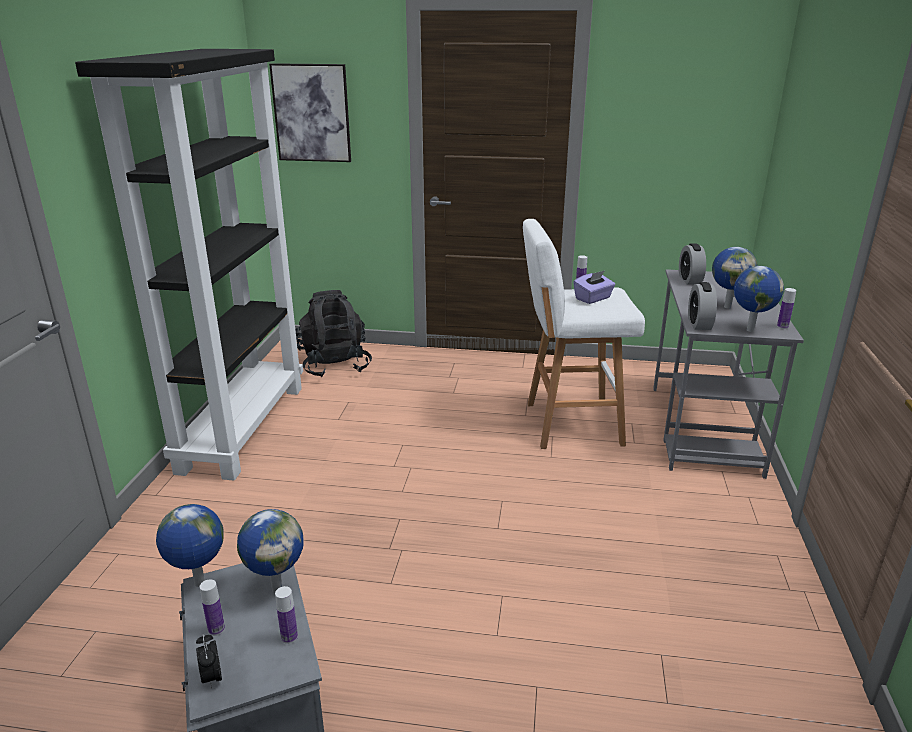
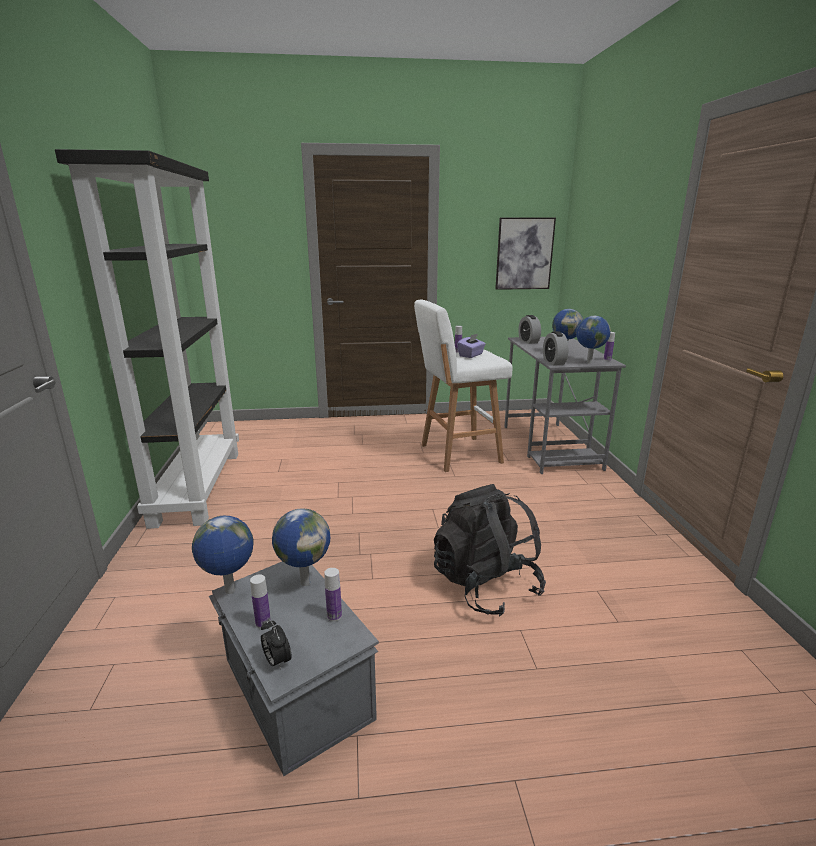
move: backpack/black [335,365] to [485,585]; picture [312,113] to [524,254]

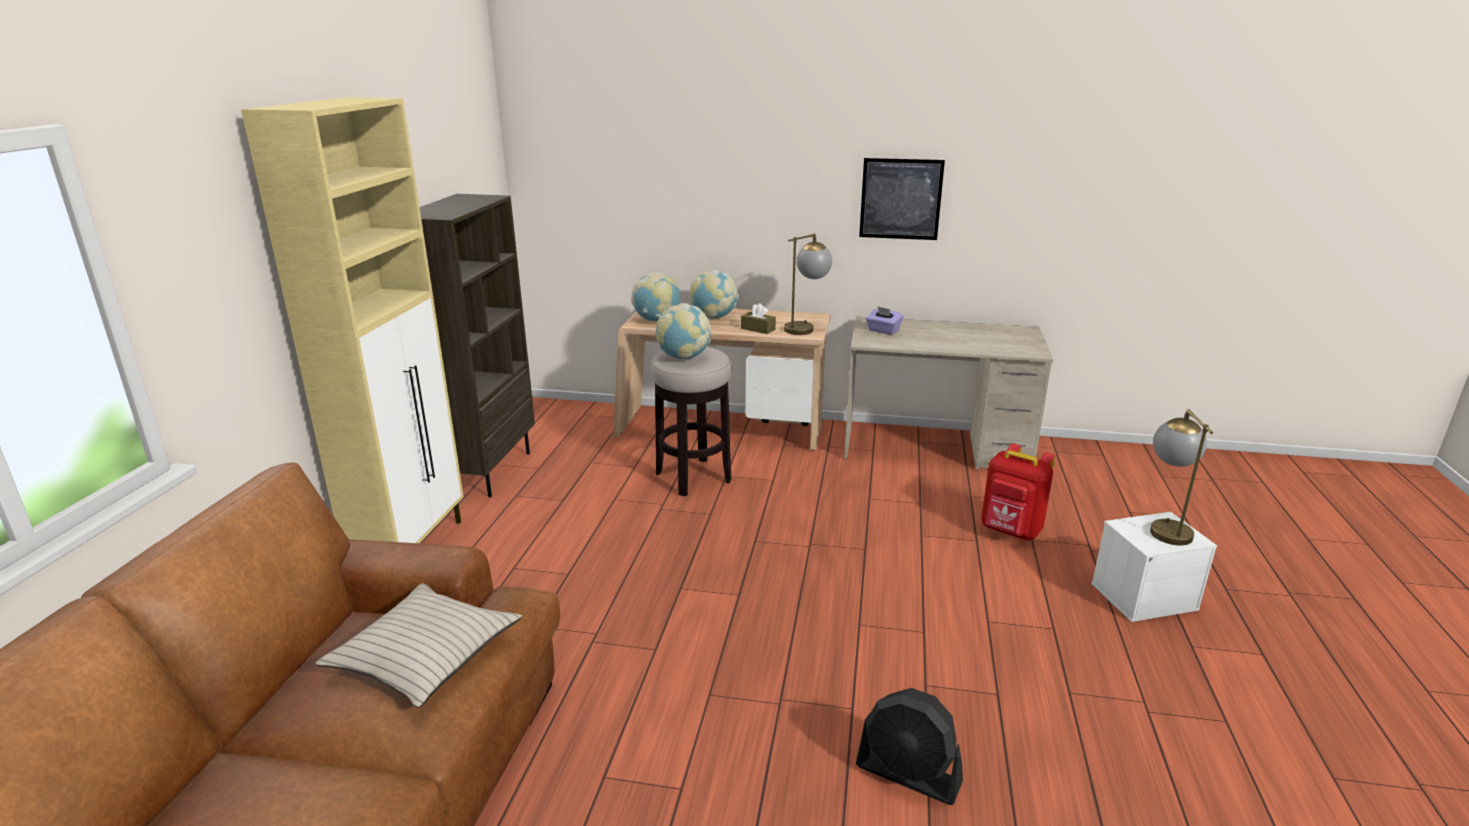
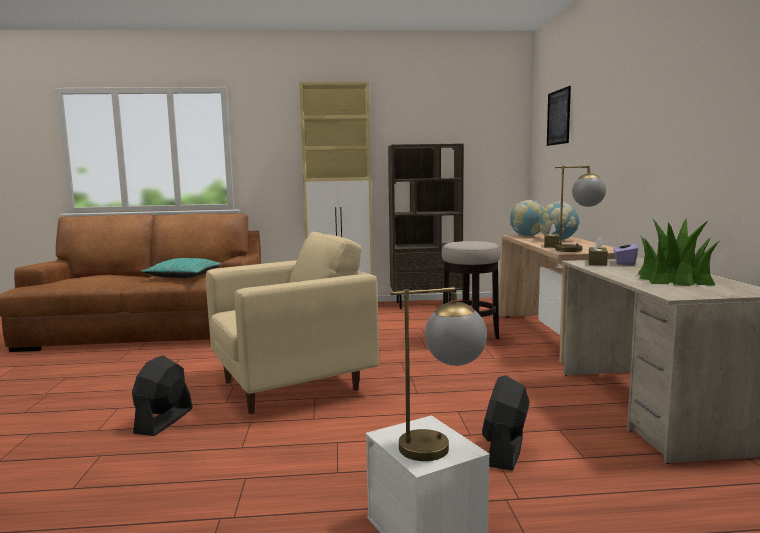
delete: globe [684,357]
insert: armchair/beige [291,386]; tissue box/brown [597,262]; potted plant [674,279]
move: picture [900,199] to [558,117]
replace: backpack/red [1010,531] to fan/black [505,451]
recolor: pillow/beige [424,656] to pillow/turquoise [184,276]

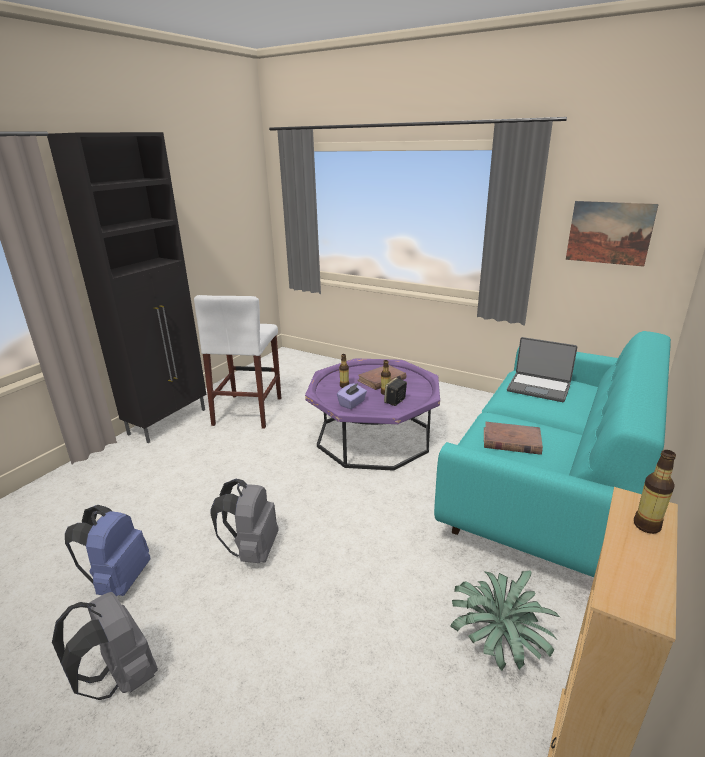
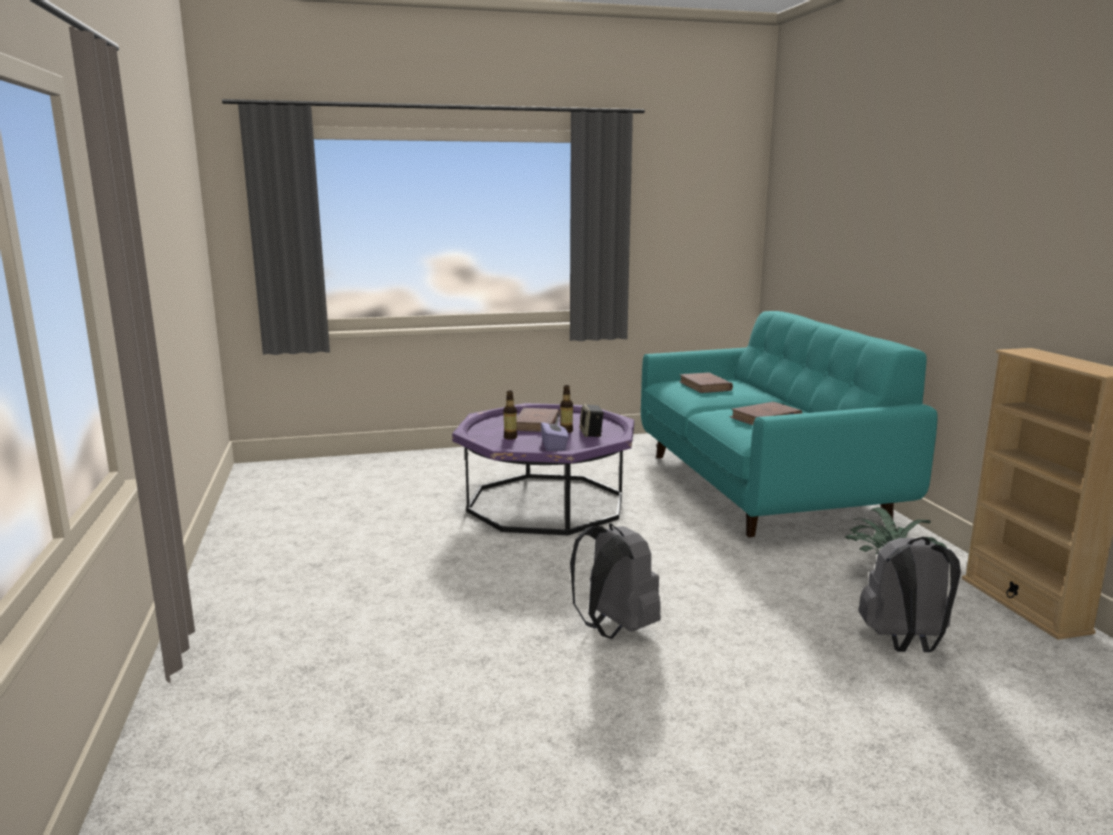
delete: cabinet/black [169,421]; backpack/blue [119,580]; stool/white [248,411]; picture [609,233]; bottle [646,525]
move: backpack/grey [120,677] to [905,642]
replace: laptop [539,388] to book/brown [705,386]

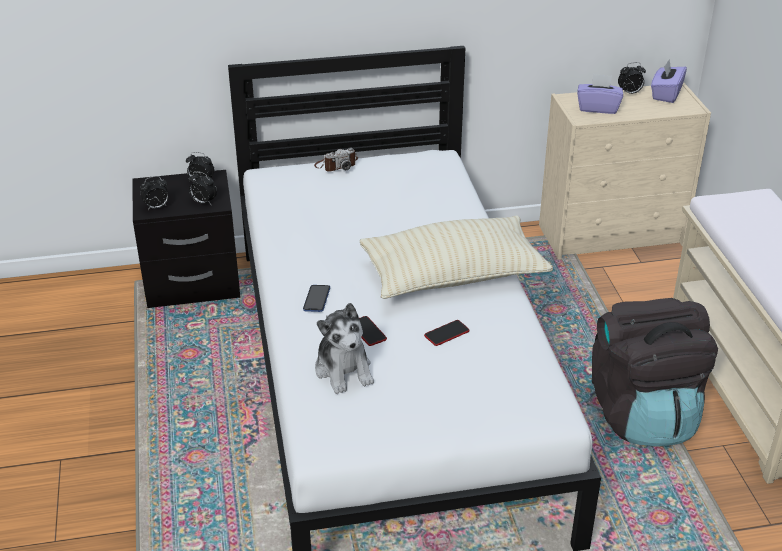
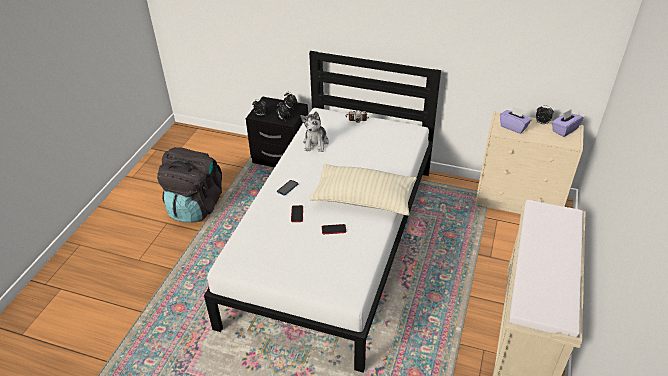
move: backpack/black [643,413] to [195,206]; plush toy [344,370] to [316,143]

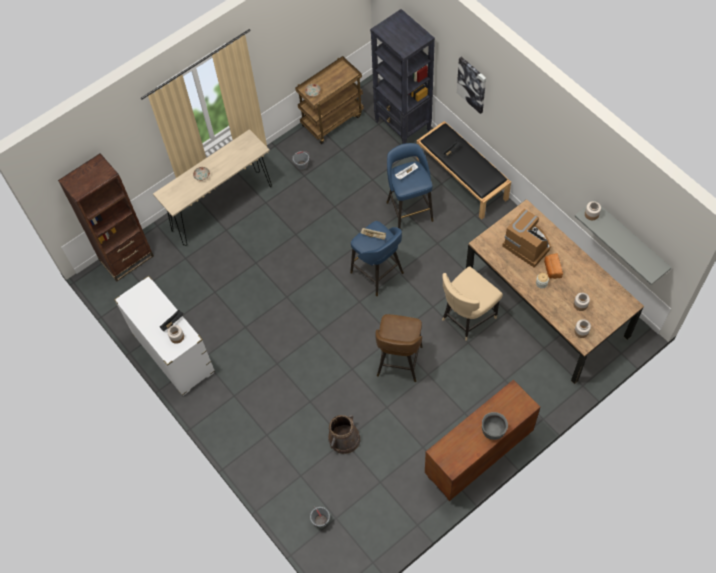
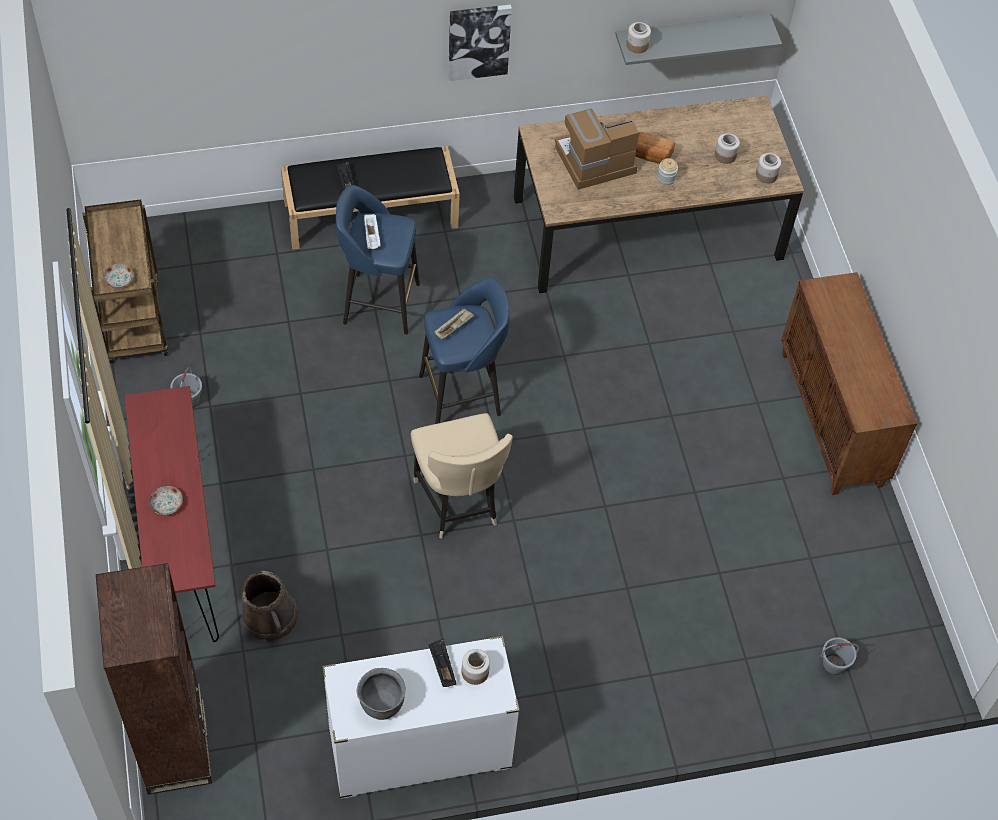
delete: bookcase/black [403,126]; stool/brown [399,363]
move: bucket/brown [344,439] to [269,617]; cooking pot/grey [493,431] to [381,704]; chair/beige [466,318] to [458,503]; picture [472,84] to [478,41]
recolor: console table/beige [222,208] to console table/red [183,551]

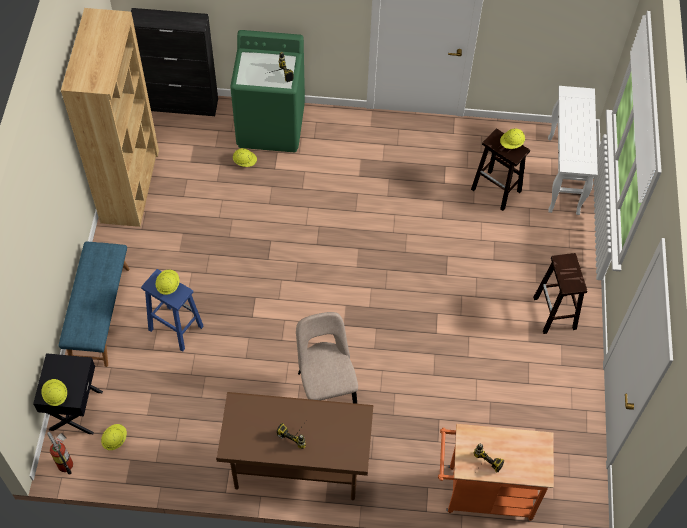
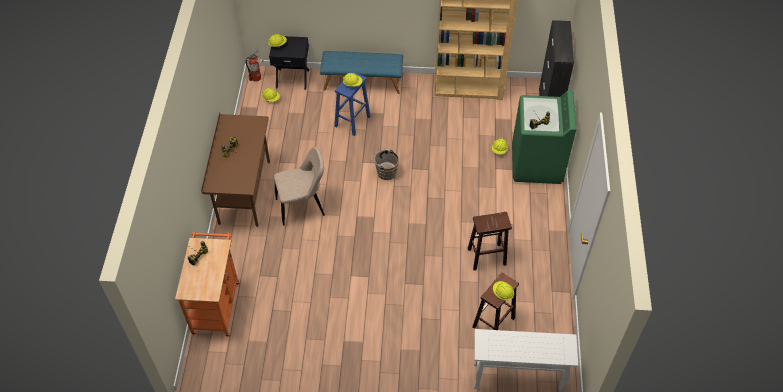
insert: bucket/brown [385,172]
move: stool/brown [555,314] to [486,257]

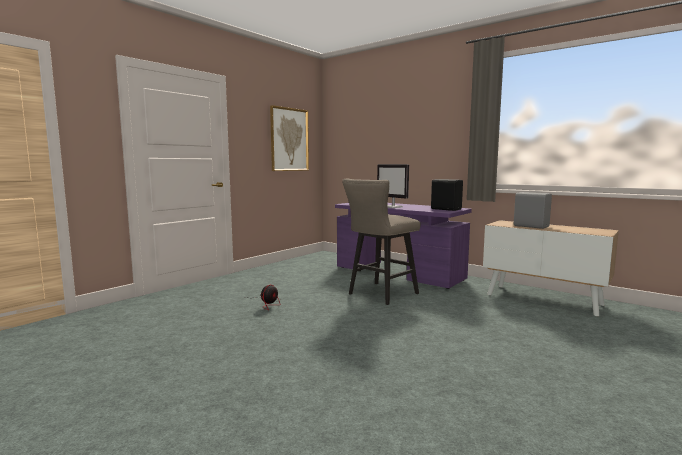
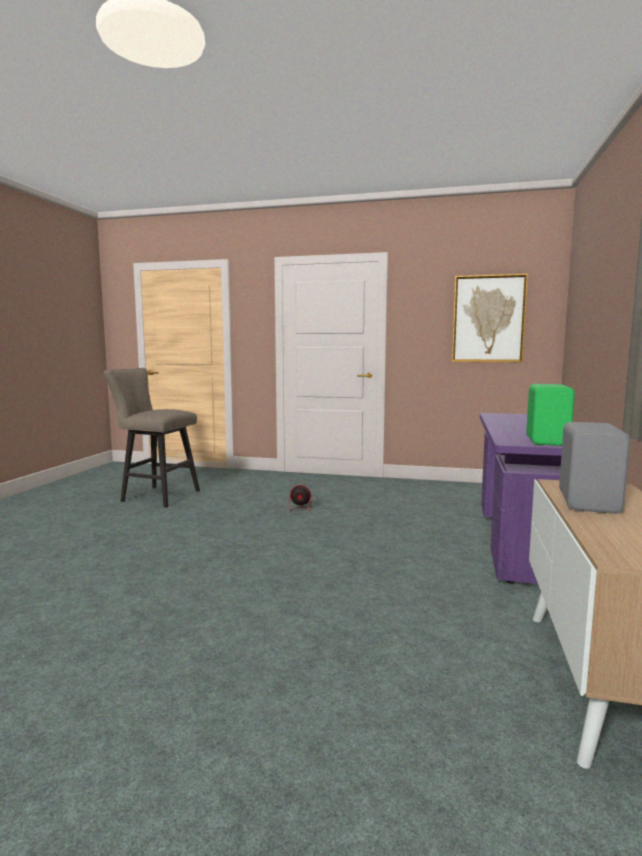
delete: monitor [393,207]
move: stool/beige [379,294] to [156,496]
recolor: speaker/black [446,209] to speaker/green [548,441]

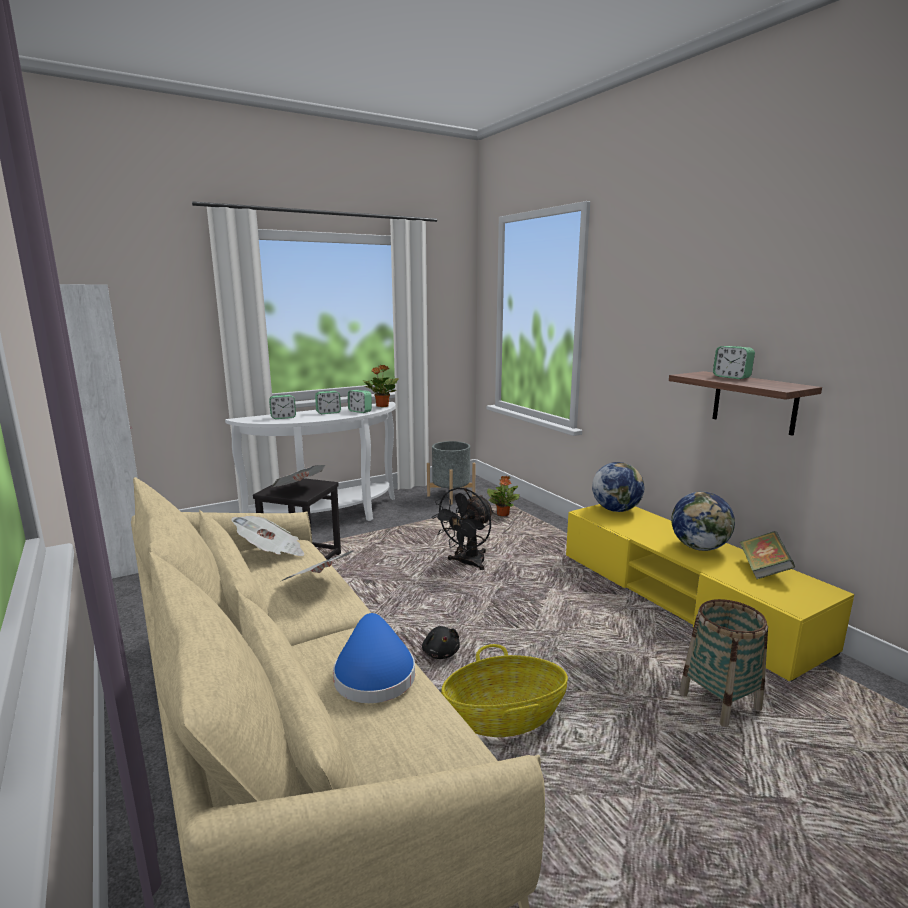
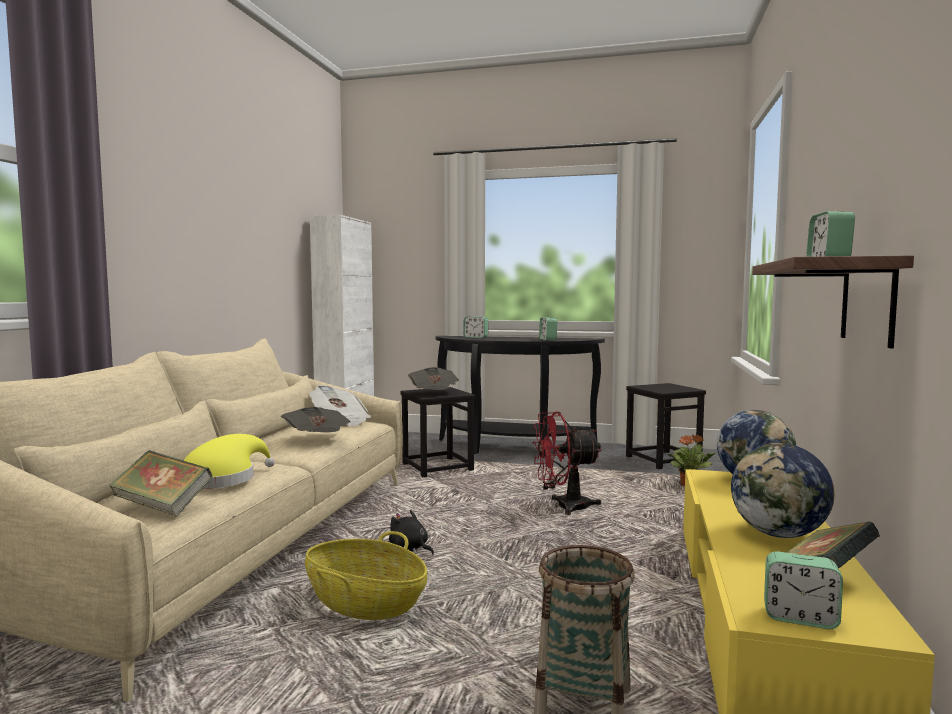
delete: potted plant [382,406]
insert: book [163,506]
move: alarm clock [328,412] to [800,618]
replace: planter/grey [451,496] to stool/black [662,459]
recolor: hat/blue [373,673] to hat/yellow [222,479]; console table/white [329,519] to console table/black [512,449]; fan/black [467,564] to fan/red [564,507]
rotate: plush toy/black [440,653] = [410,549] 105 degrees clockwise

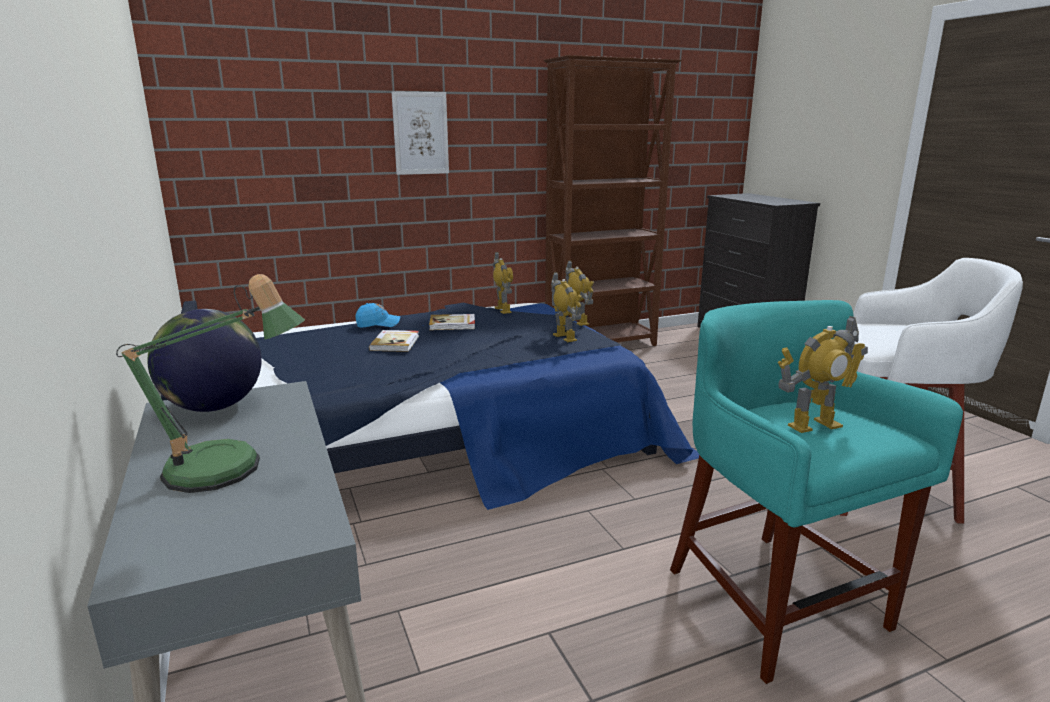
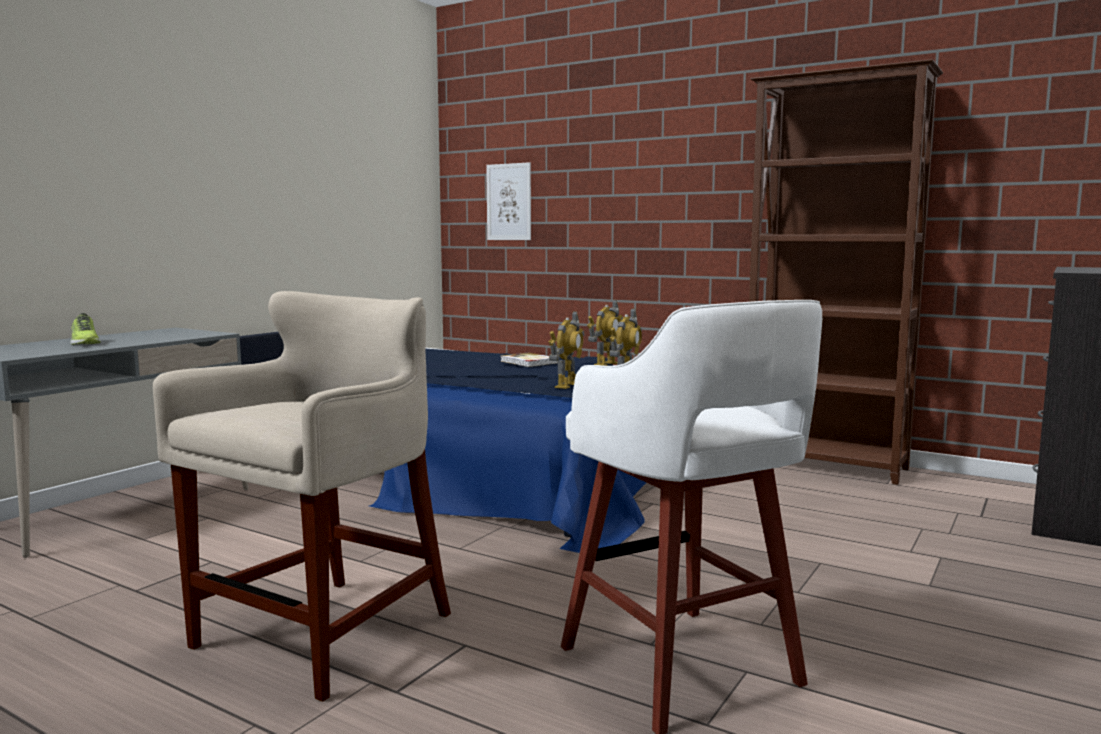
delete: globe [213,407]; cap/blue [378,324]; book [396,343]; toy robot [813,425]
move: picture [420,133] to [509,202]
replace: table lamp [227,471] to shoe [84,343]
recolor: stool/turquoise [773,602] to stool/beige [324,634]

